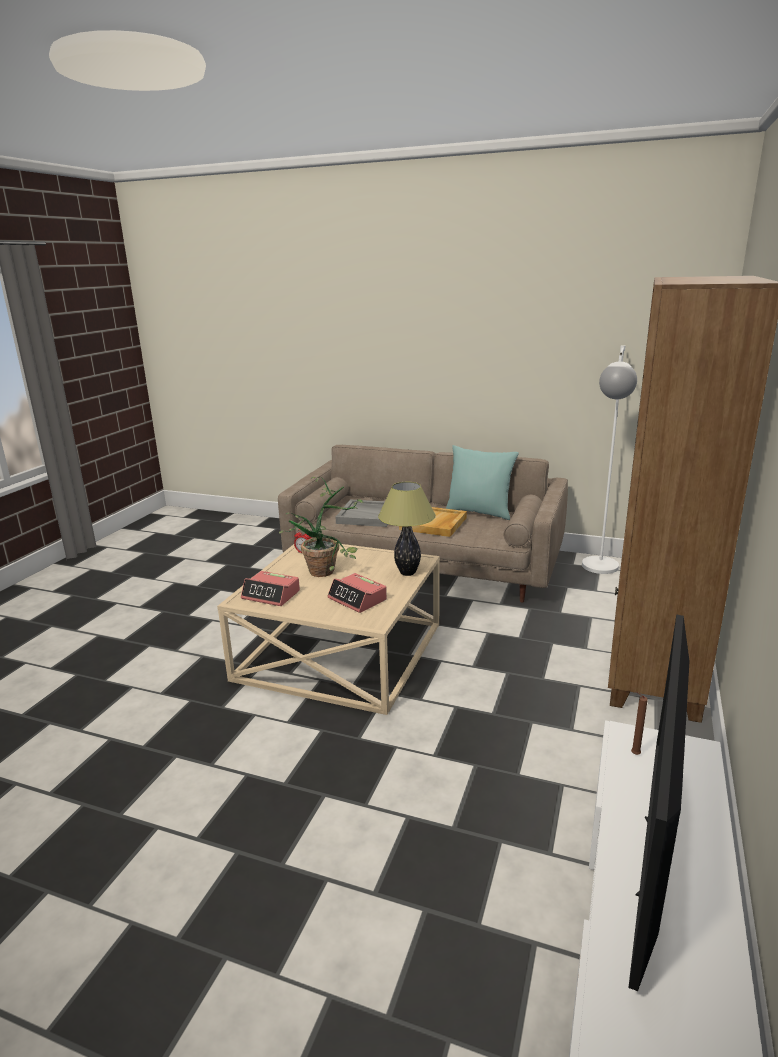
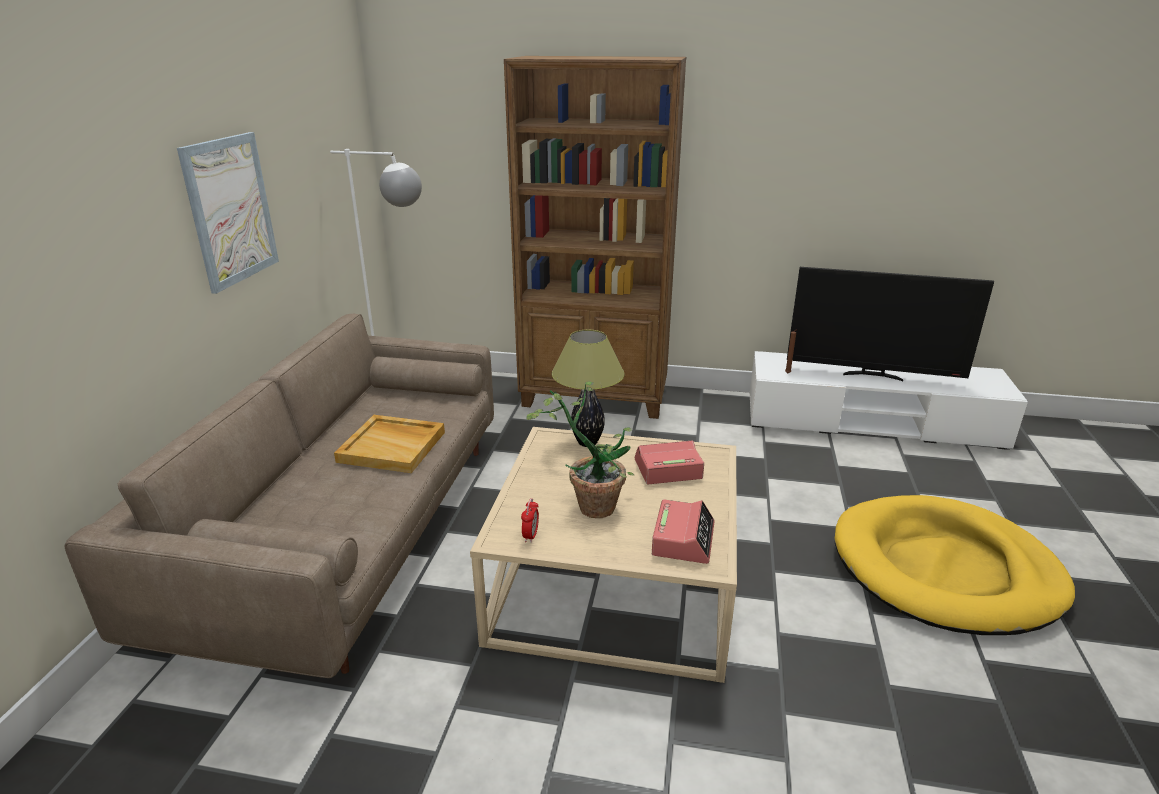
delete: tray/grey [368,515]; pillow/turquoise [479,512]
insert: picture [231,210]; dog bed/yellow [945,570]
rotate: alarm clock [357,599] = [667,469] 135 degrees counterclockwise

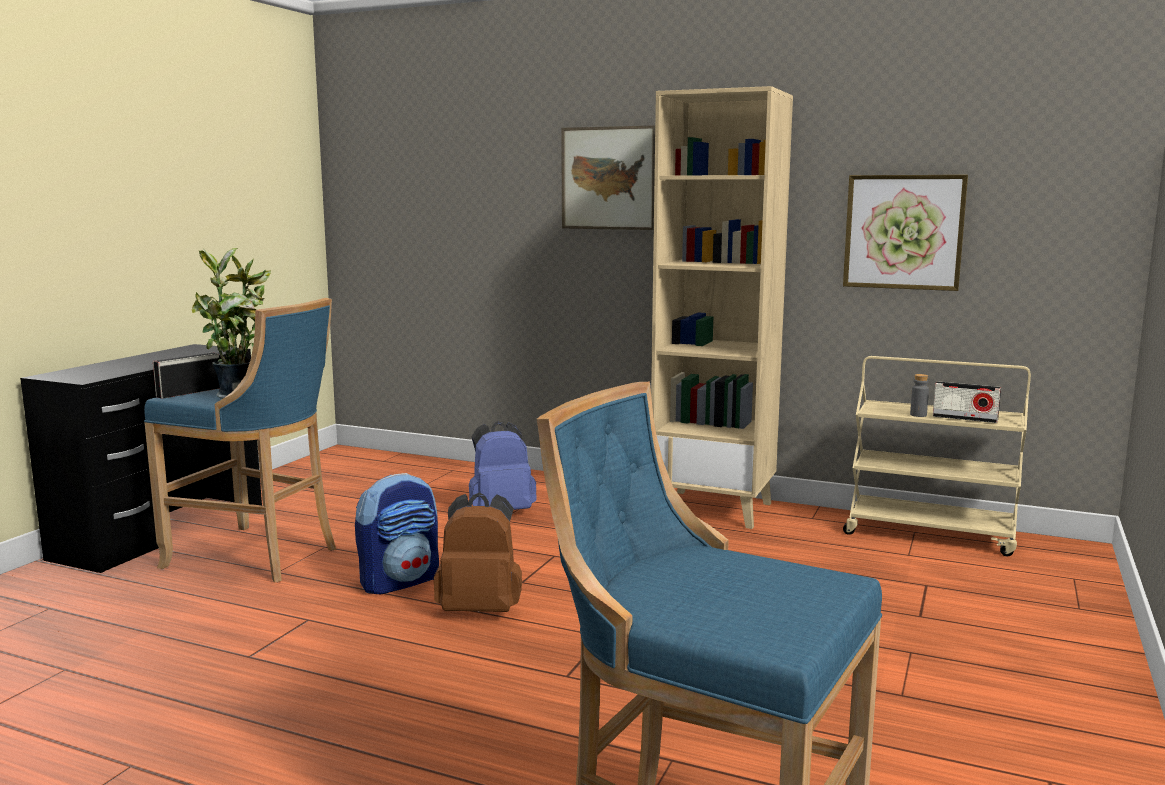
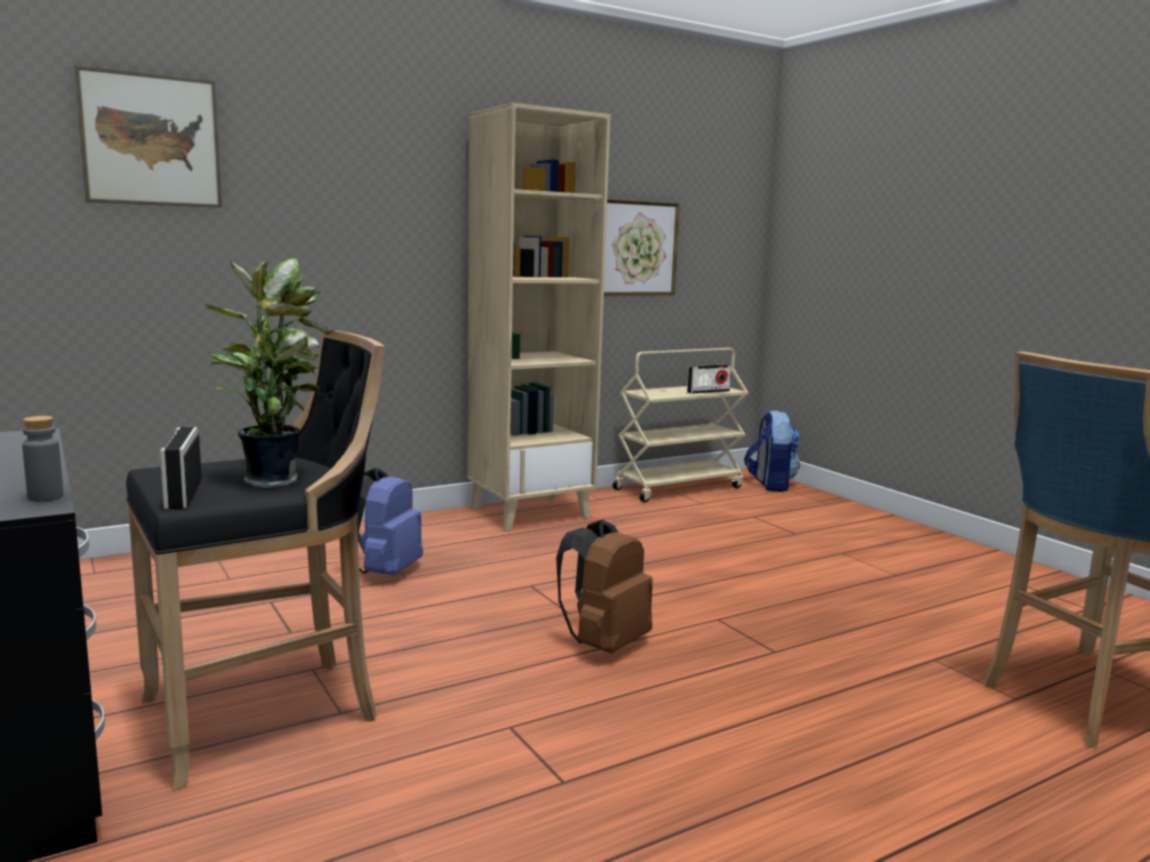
move: bottle/grey [918,415] to [45,497]; picture [608,178] to [151,140]; backpack [400,581] to [770,484]
recolor: stool/blue [258,557] to stool/black [268,713]

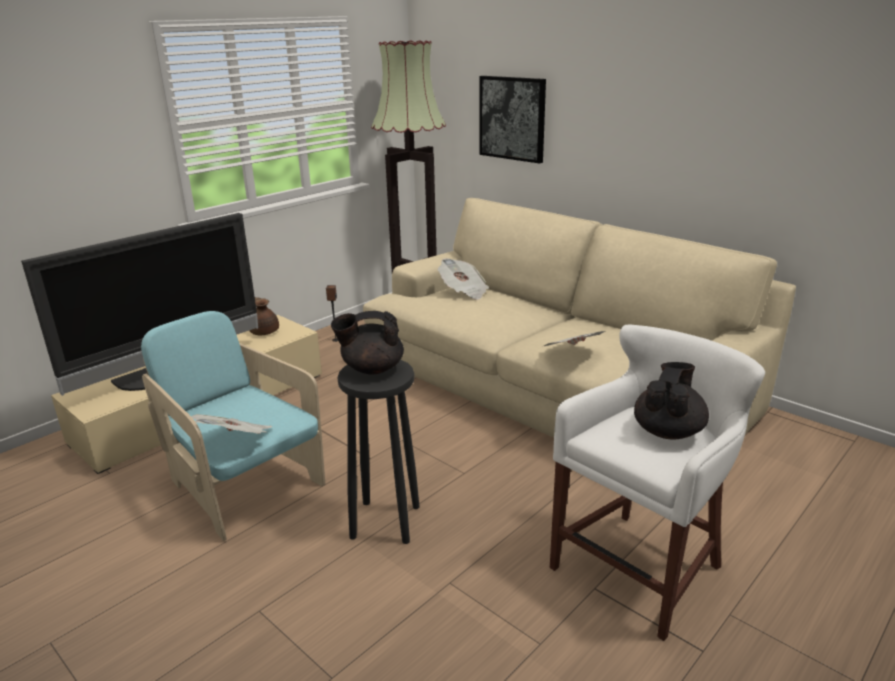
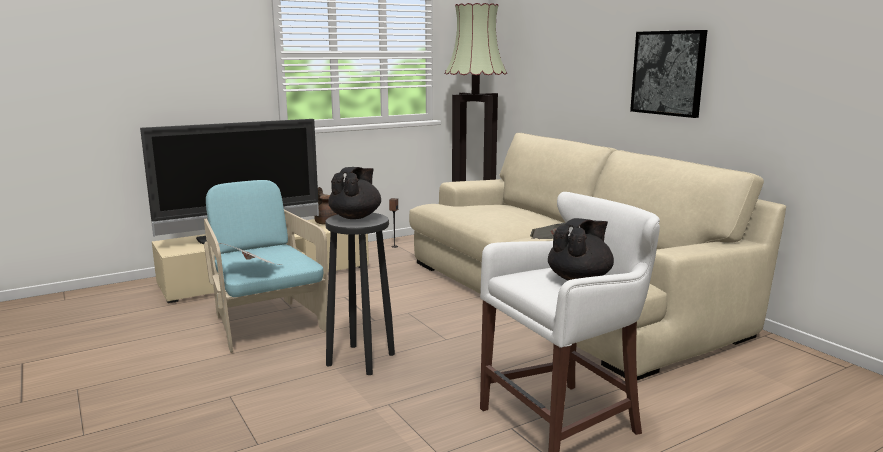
delete: newspaper [464,291]
move: picture [512,118] to [668,73]
rotate: teapot/black [371,369] = [356,217] 105 degrees clockwise

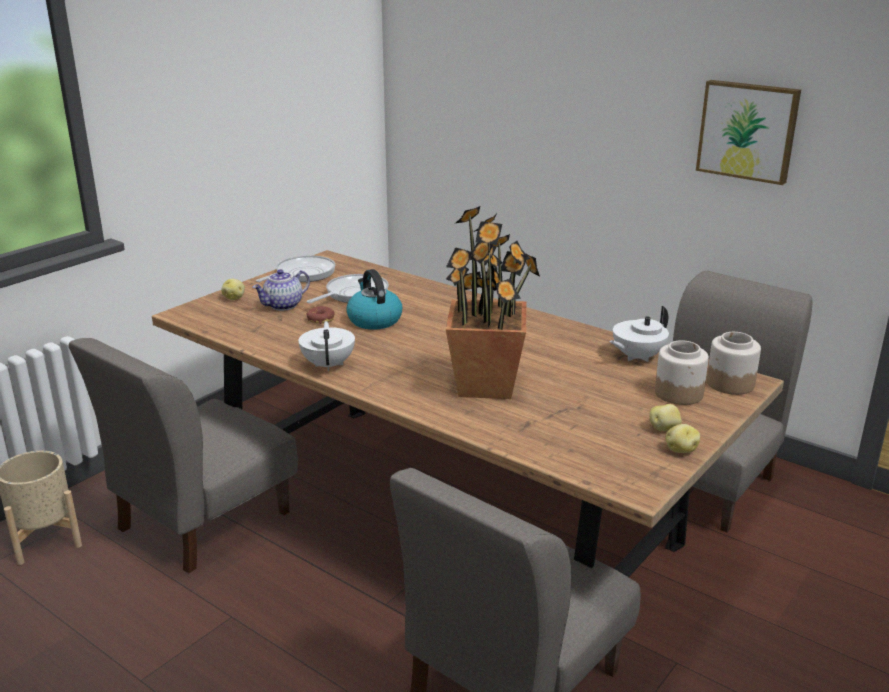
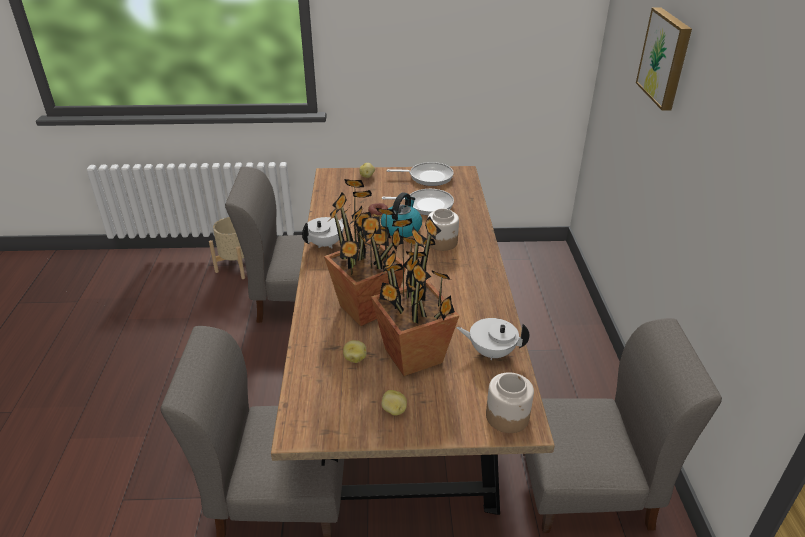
delete: teapot [283,306]
insert: potted plant [412,356]
move: potato [680,450] to [355,358]; jar [679,393] to [442,242]; picture [748,130] to [666,58]

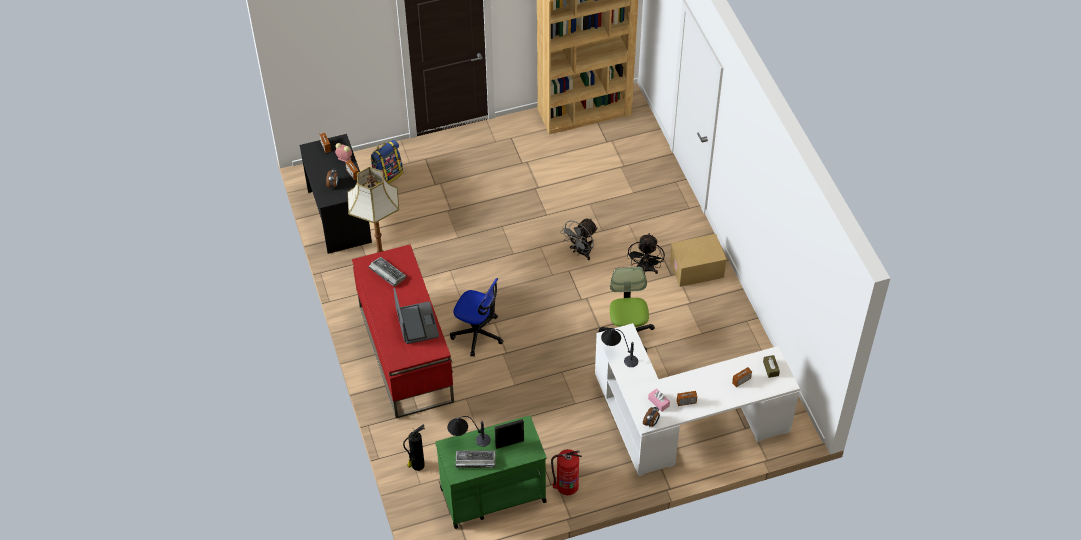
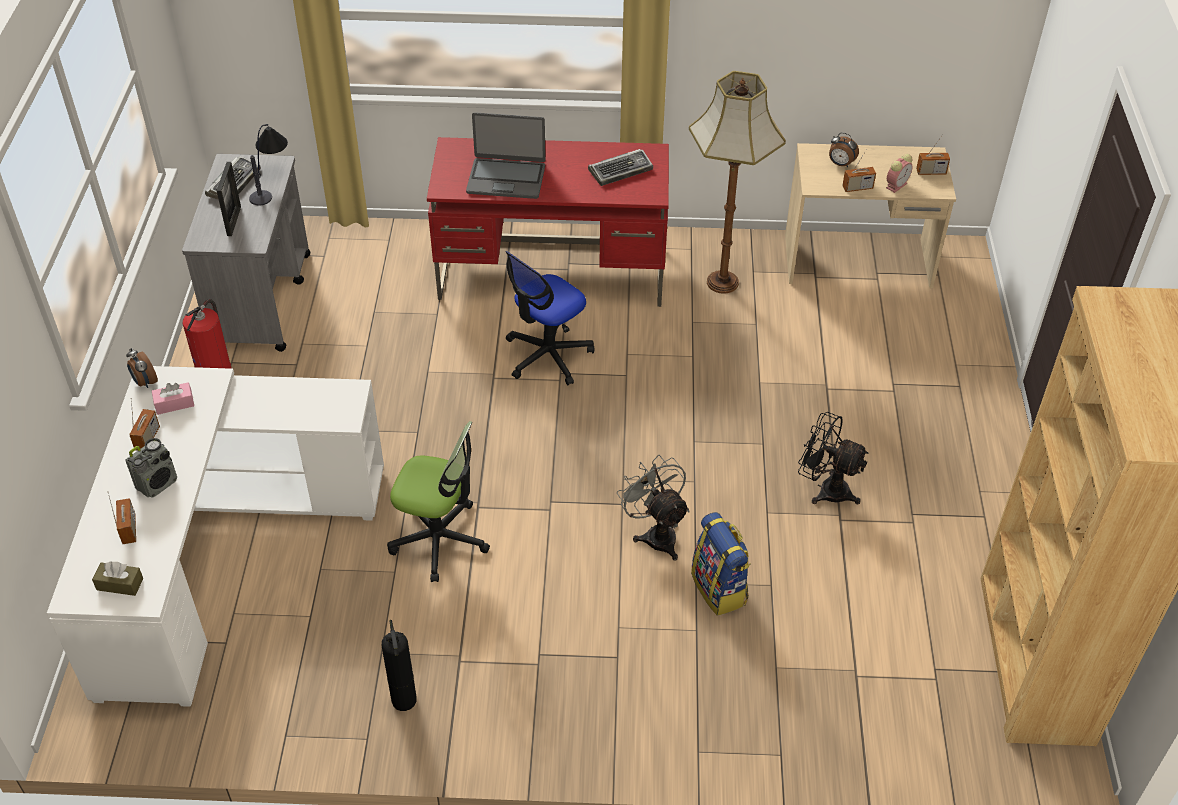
delete: table lamp [618,355]; cardboard box [696,270]
insert: radio [157,483]
move: fire extinguisher [417,465] to [404,699]; backpack [387,175] to [720,589]; fan/black [645,270] to [826,489]
recolor: cart/green [492,495] to cart/grey [261,299]; desk/black [340,216] to desk/beige [858,262]

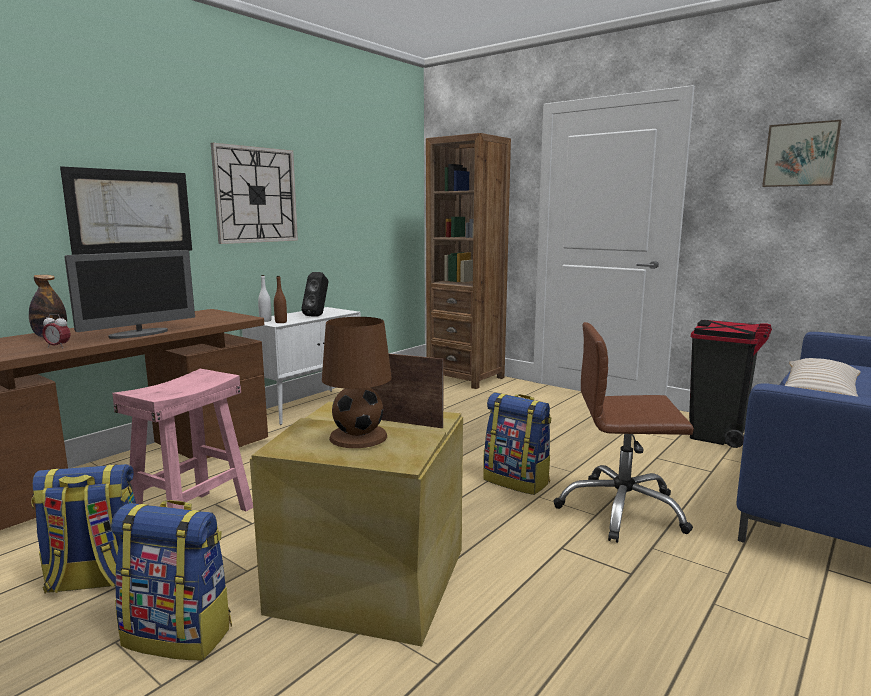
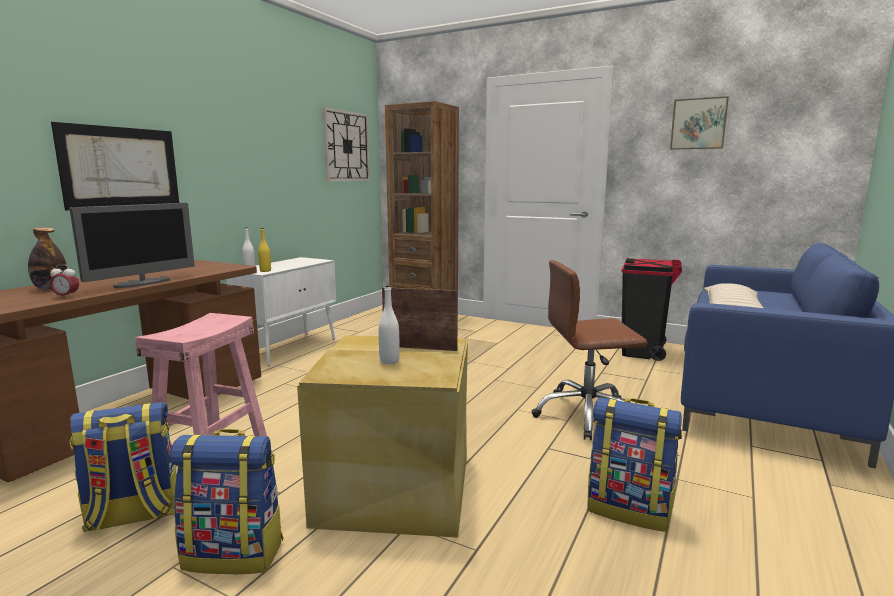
delete: speaker/black [318,316]
move: wall clock [256,195] to [346,146]; backpack [517,481] to [629,509]
replace: table lamp/brown [358,436] to bottle/white [389,361]
recolor: bottle/brown [281,322] to bottle/yellow [265,271]

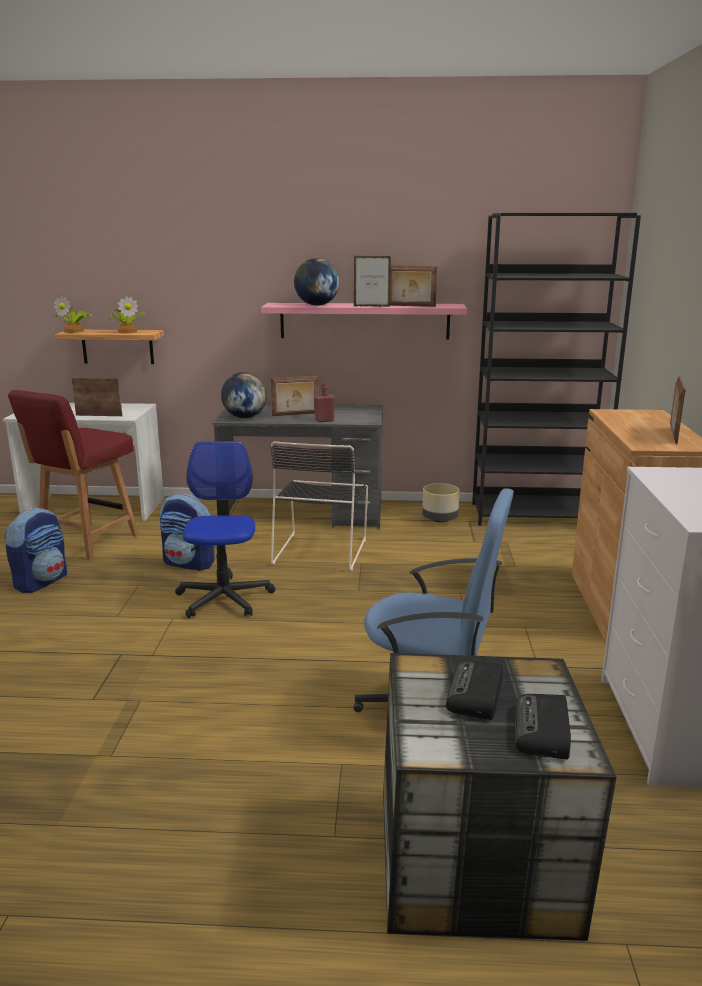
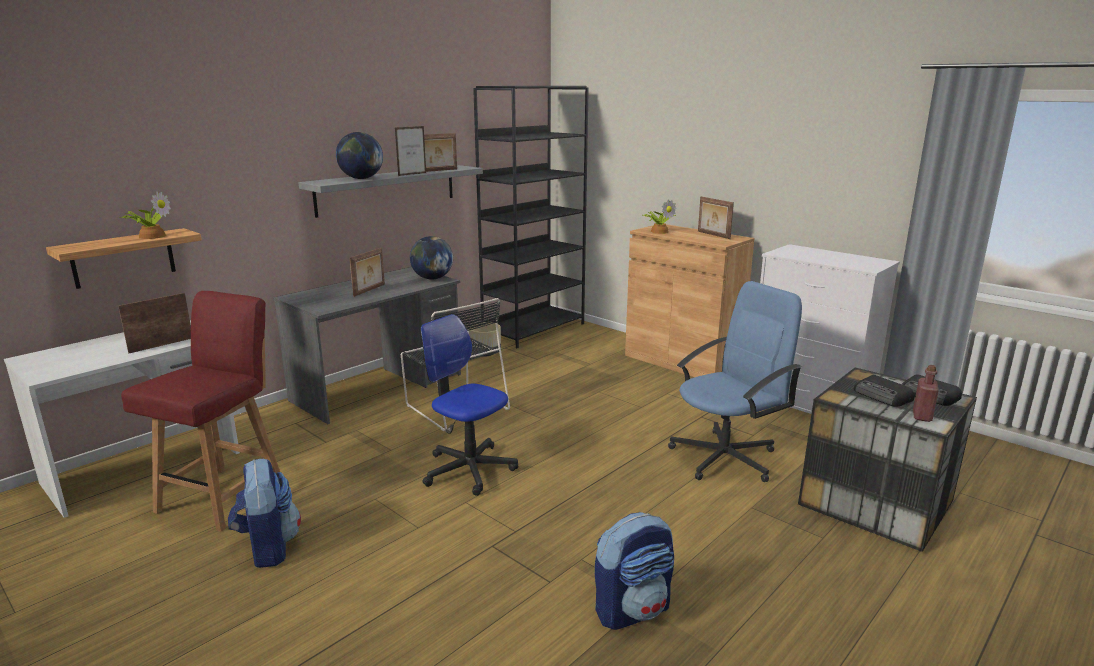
move: globe [245,417] to [432,278]; backpack [189,563] to [633,609]; potted plant [75,331] to [659,231]; bottle/red [324,420] to [922,416]
recolor: shelf/pink [364,321] to shelf/grey [387,189]
rotate: chair/red [87,542] = [224,496] 135 degrees counterclockwise

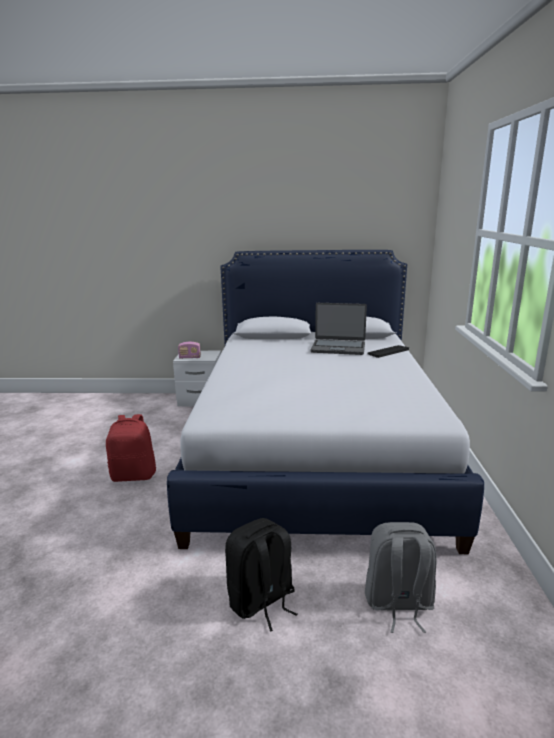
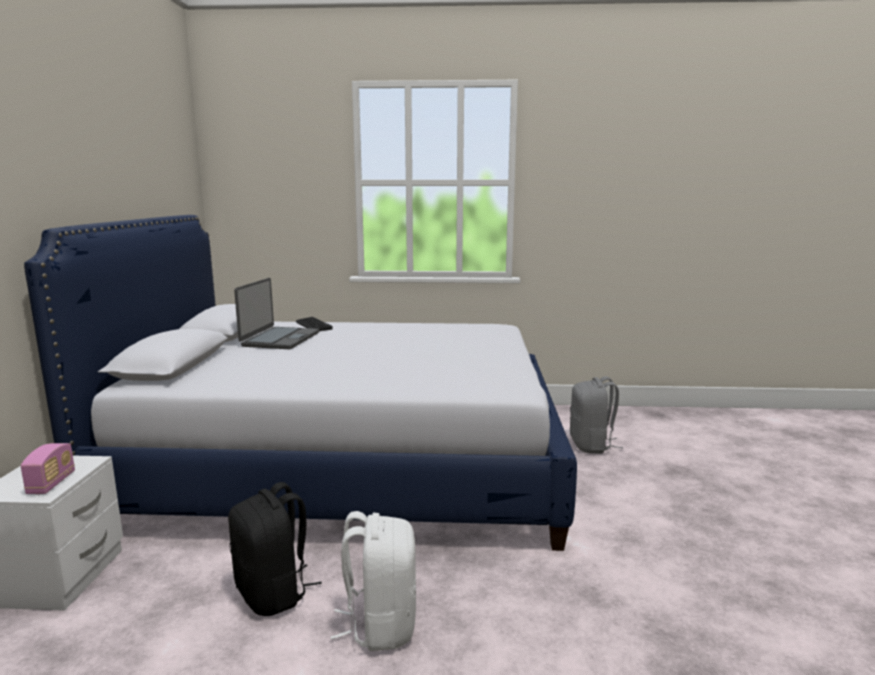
move: backpack/black [261,601] to [273,593]
recolor: backpack/red [134,475] to backpack/white [380,624]

